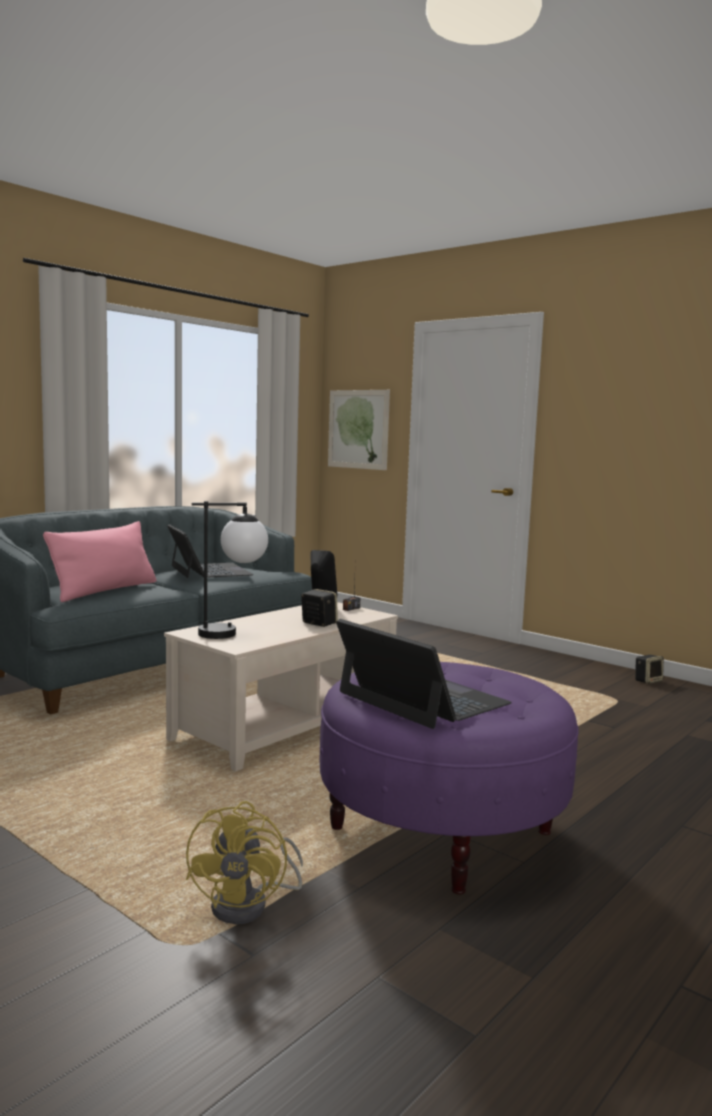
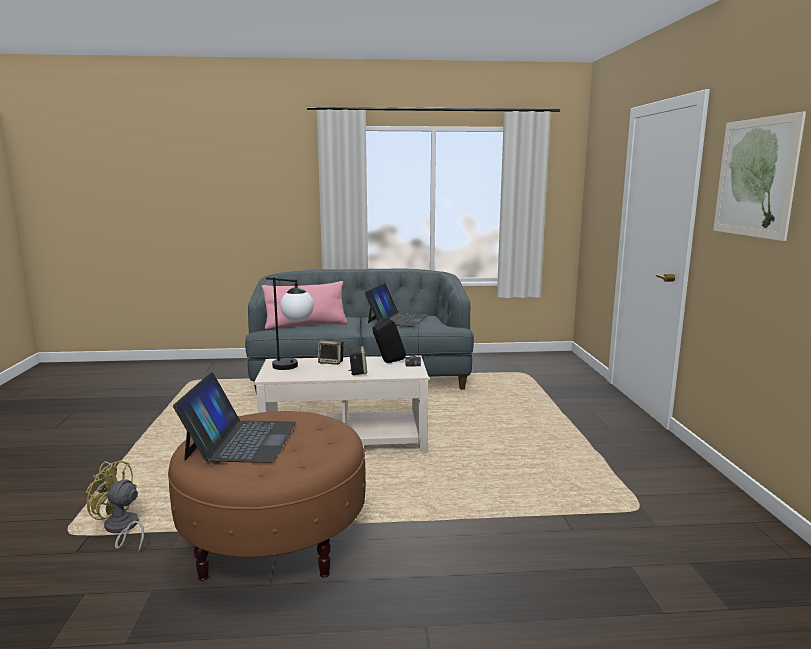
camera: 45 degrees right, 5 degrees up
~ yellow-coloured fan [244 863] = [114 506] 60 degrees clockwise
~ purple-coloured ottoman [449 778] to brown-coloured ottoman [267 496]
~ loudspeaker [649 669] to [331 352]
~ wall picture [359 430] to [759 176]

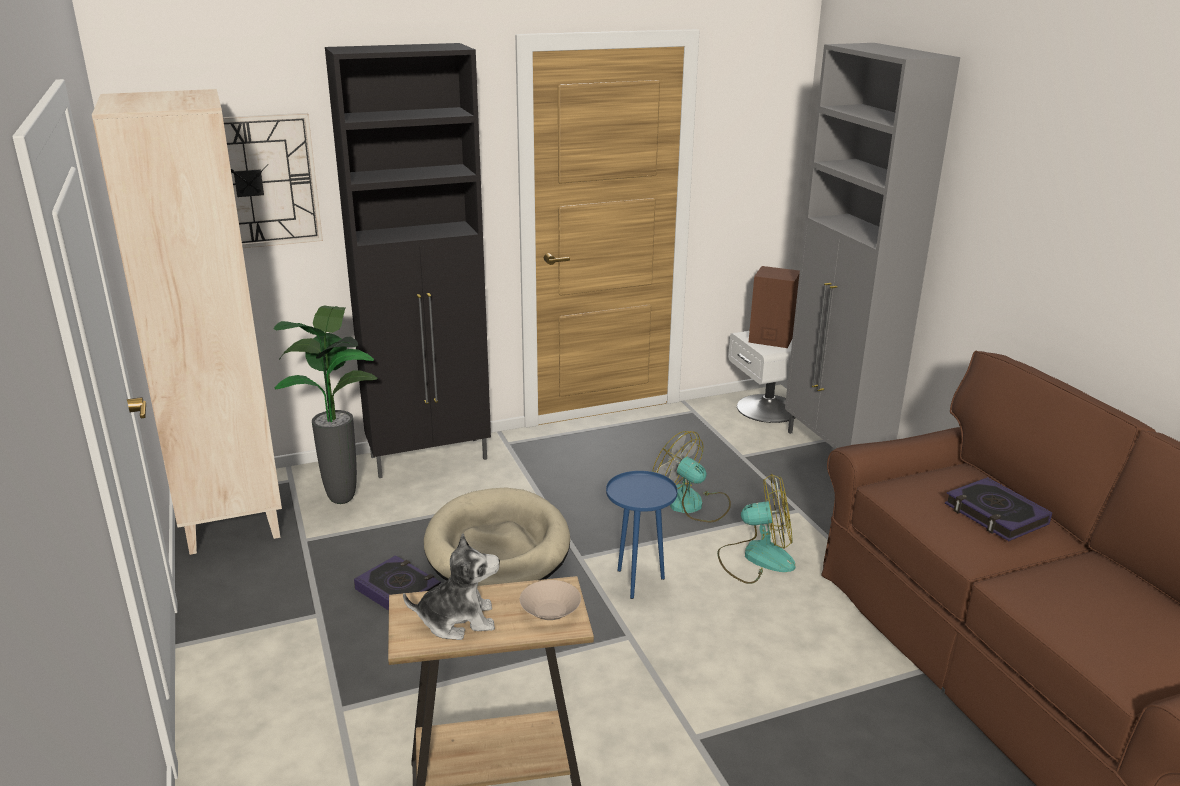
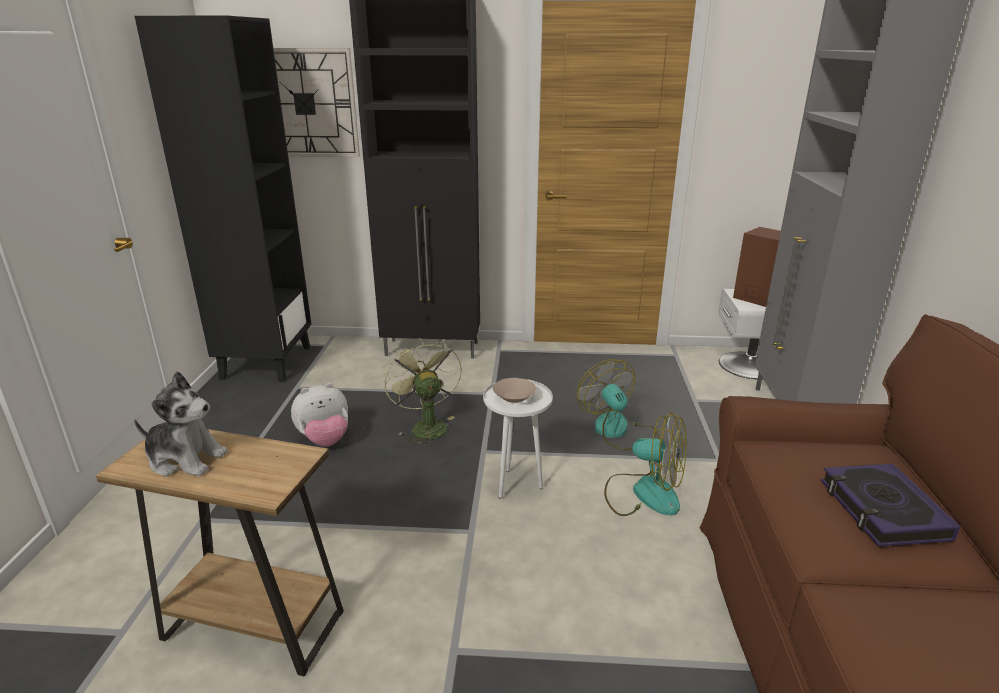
camera: 25 degrees right, 0 degrees up
~ beige-coloured shelving unit [187 322] to black-coloured shelving unit [223 199]
~ bound book [397 583] to cuddly toy [319 415]
~ beige-coloured dog bed [497 537] to greenish fan [422 392]
~ blue-coloured accent table [642 535] to white-coloured accent table [518 439]
~ beige-coloured deep dish [550 600] to [514 390]
- plant in a pot [325 405]

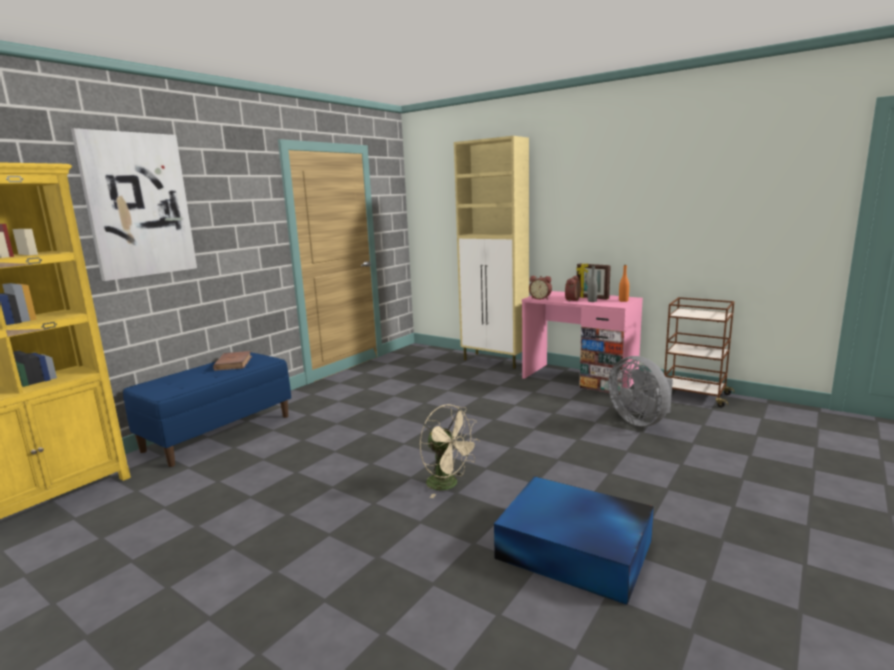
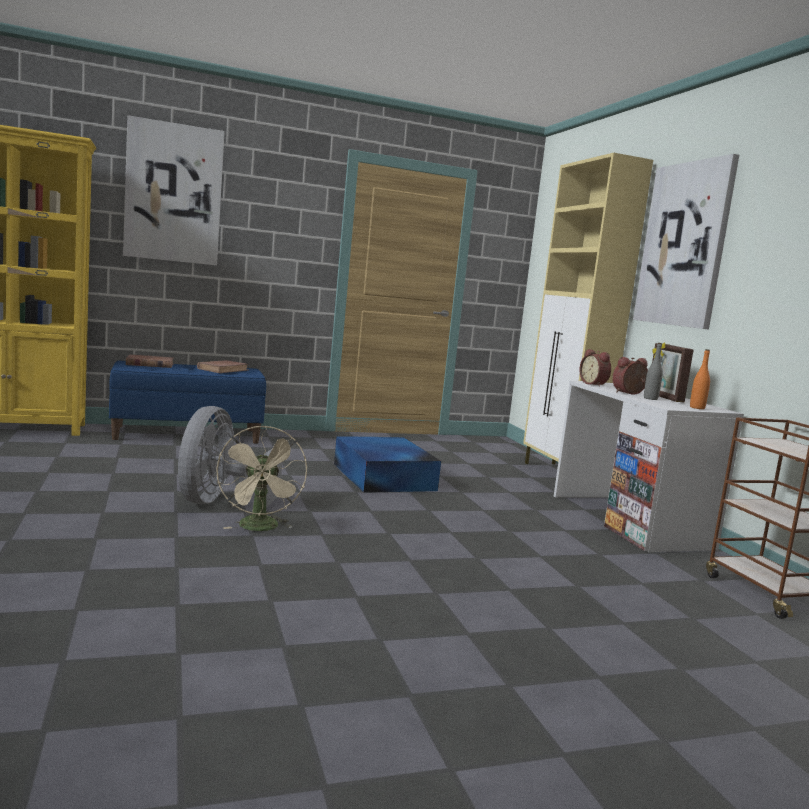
camera: 35 degrees right, 5 degrees down
+ brown-coloured bound book [150 361]
~ grey fan [640 391] to [230 456]
~ blue-coloured storage container [574 540] to [387 464]
~ pinkish desk table [582 342] to white-coloured desk table [649 466]
+ wall picture [686 241]

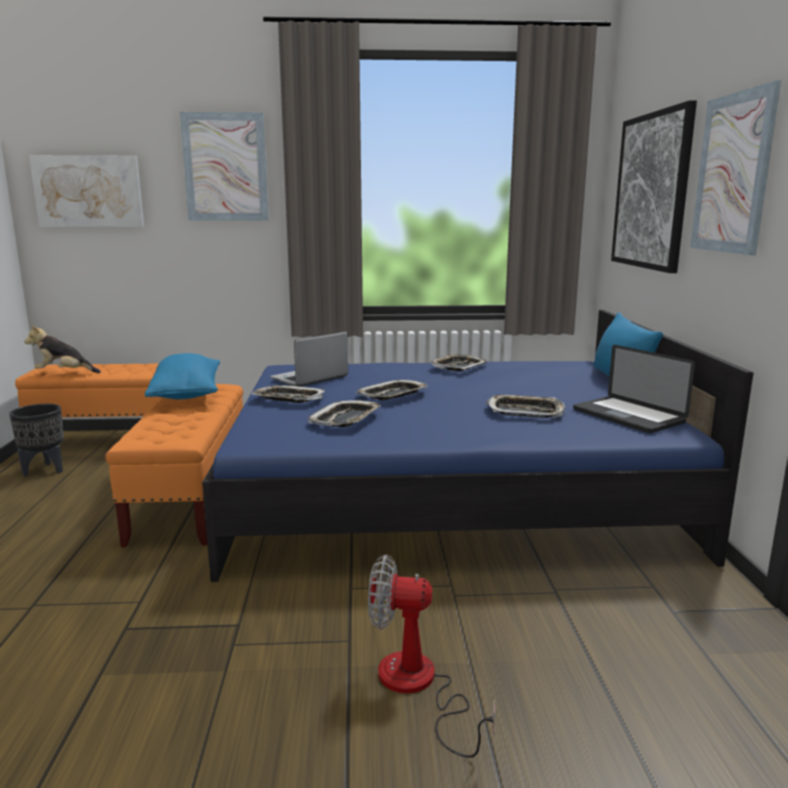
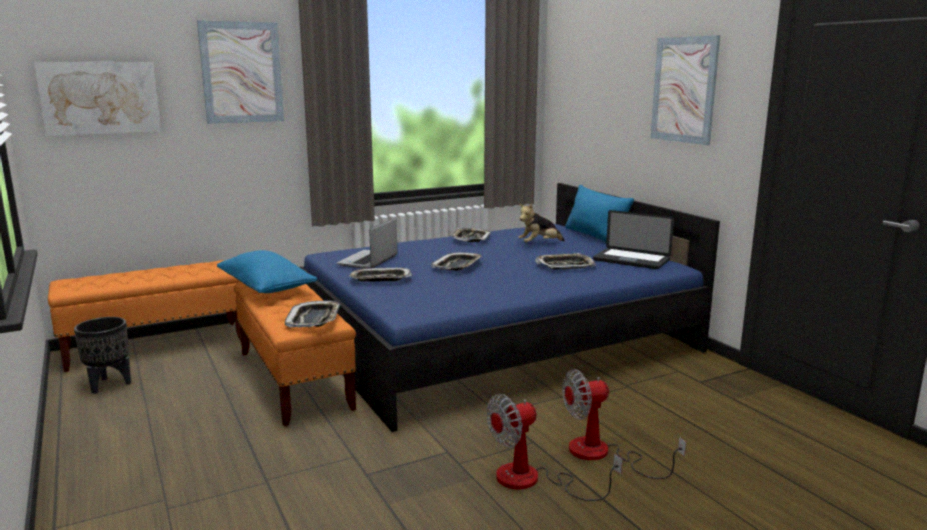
camera: 25 degrees left, 0 degrees up
~ serving tray [344 413] to [313 314]
+ fan [554 447]
~ cuddly toy [62 349] to [541 223]
- wall picture [654 186]

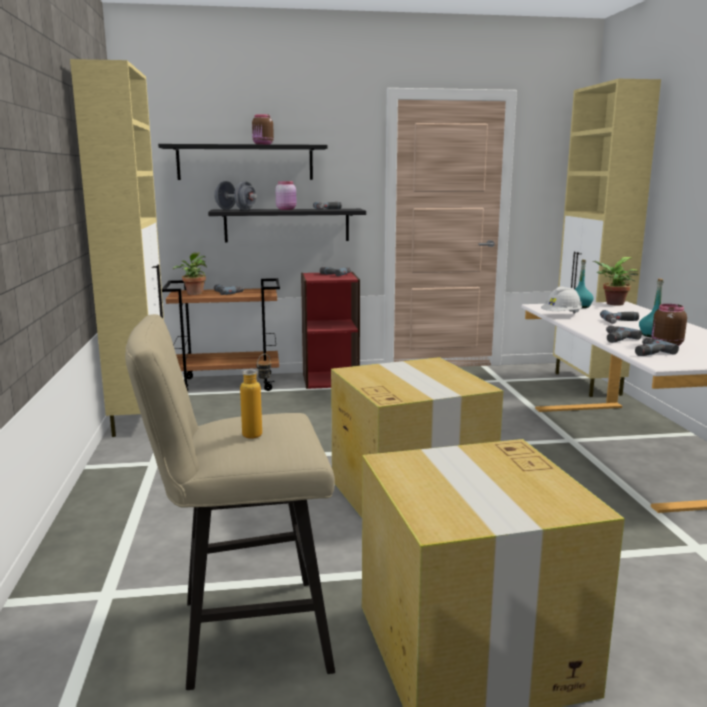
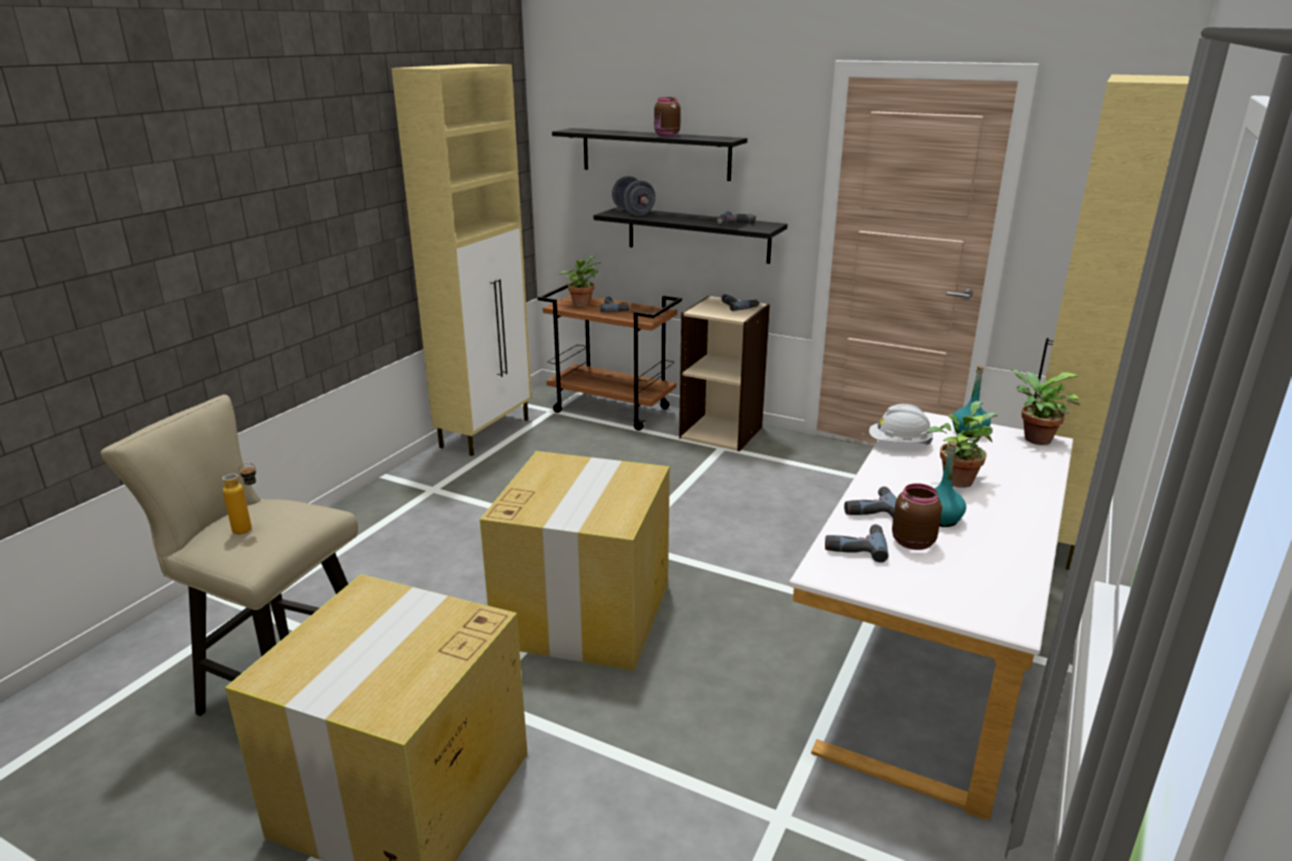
camera: 35 degrees right, 10 degrees up
~ reddish shelving unit [330 330] to beige-coloured shelving unit [724 373]
~ drill [619 317] to plant in a pot [961 444]
- pinkish preserve jar [285 195]

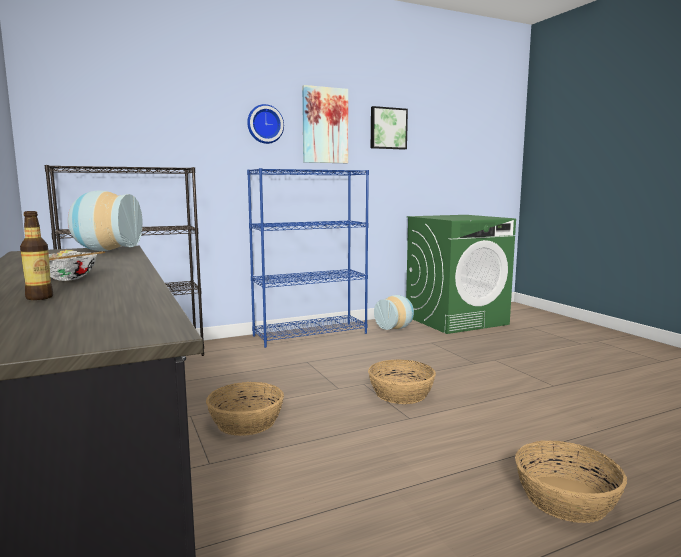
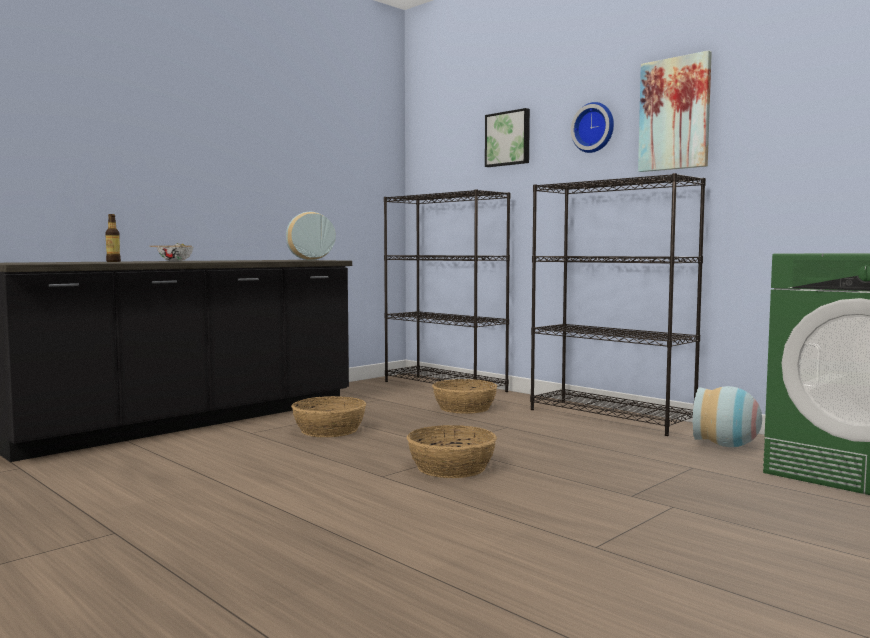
camera: 70 degrees right, 5 degrees down
~ basket [571 481] to [465 396]
~ wall picture [389 128] to [507 137]
~ blue-coloured shelving unit [308 258] to black-coloured shelving unit [618 304]

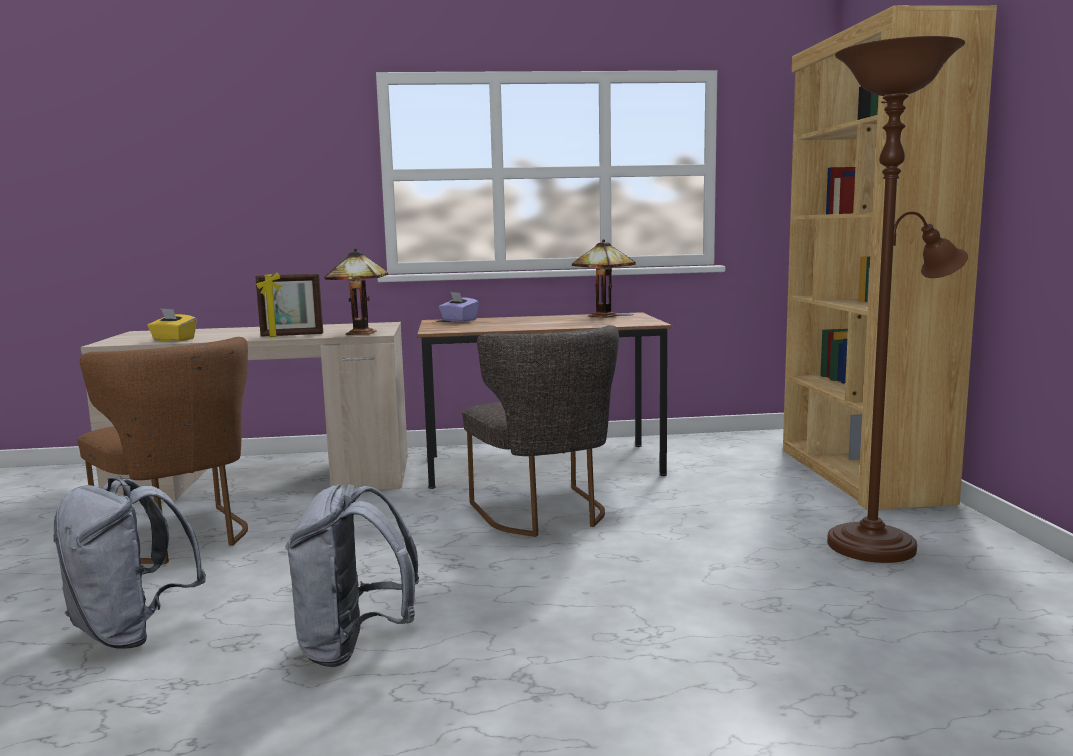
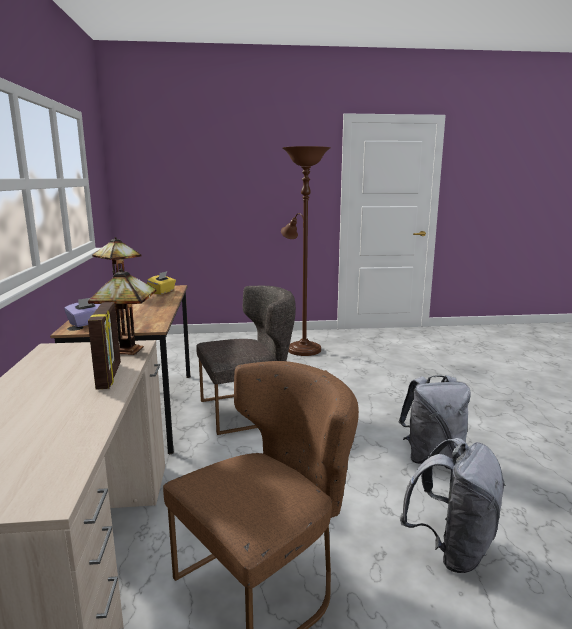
camera: 90 degrees left, 5 degrees up
~ yellow-coloured box of tissues [172 325] to [161 282]
- brown-coloured shelving unit [890 257]

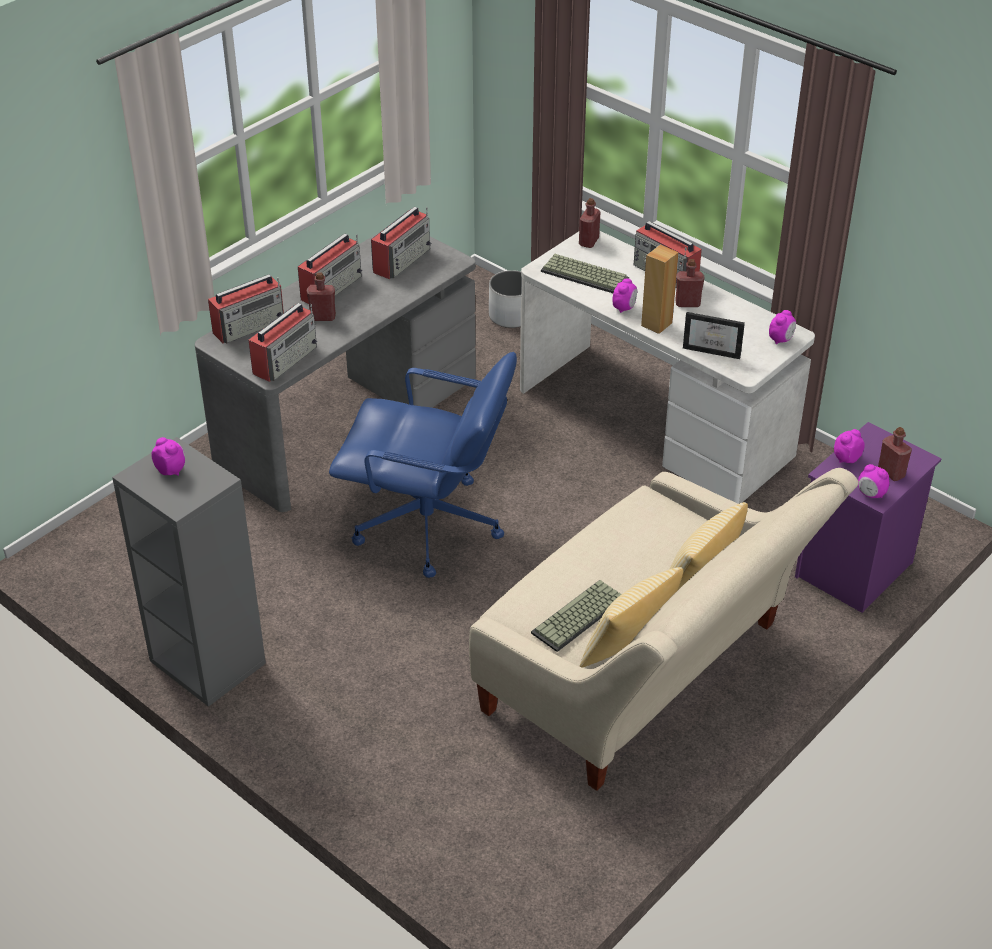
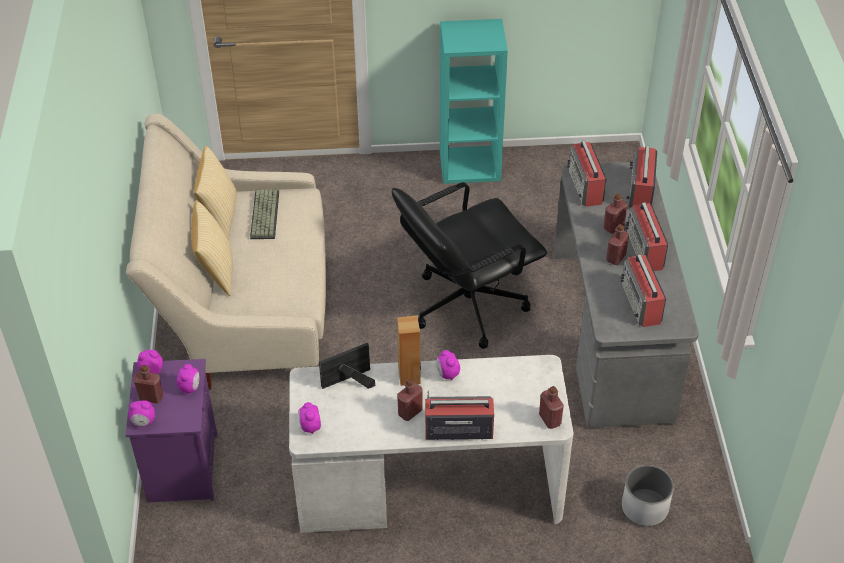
camera: 135 degrees right, 5 degrees up
~ table clock [168 456] to [141 413]
~ blue-coloured desk chair [423 465] to black-coloured desk chair [469 265]
~ grey shelving unit [189 572] to turquoise shelving unit [474 101]
+ reddish bottle [617 244]
- computer keyboard [585 273]

